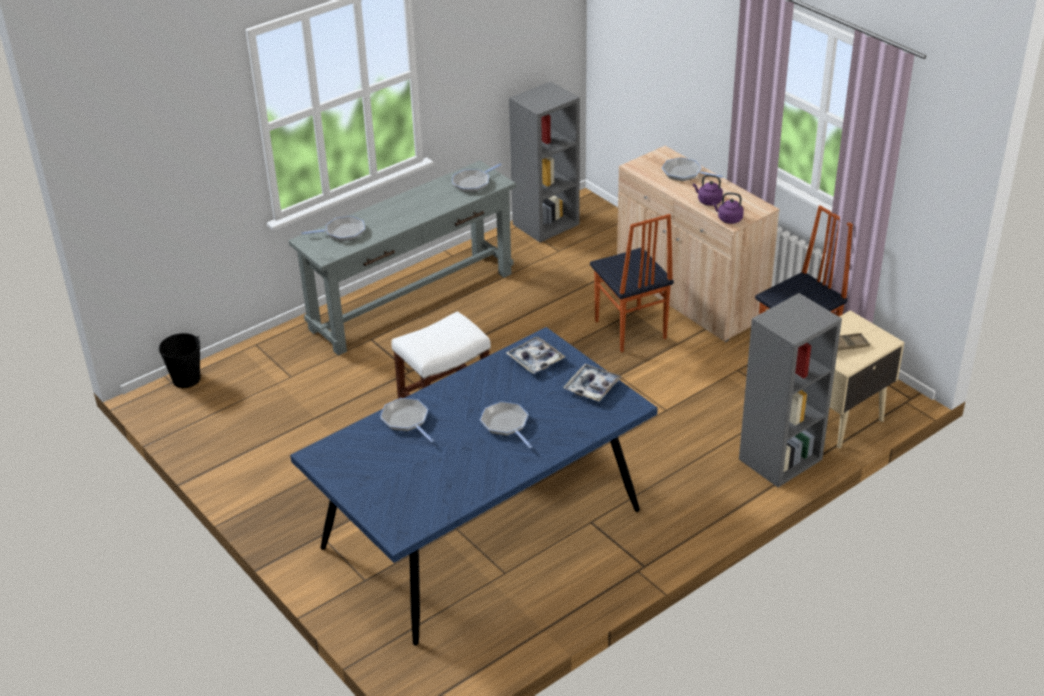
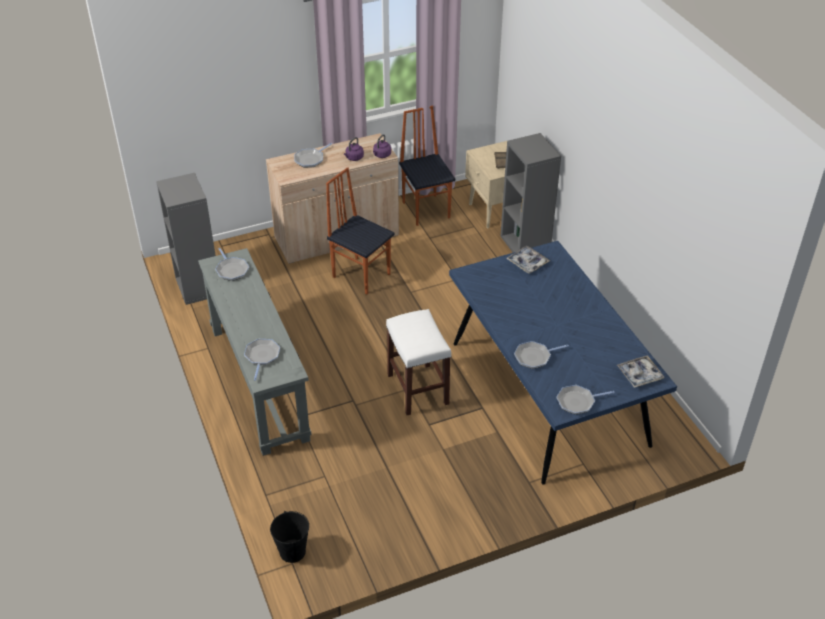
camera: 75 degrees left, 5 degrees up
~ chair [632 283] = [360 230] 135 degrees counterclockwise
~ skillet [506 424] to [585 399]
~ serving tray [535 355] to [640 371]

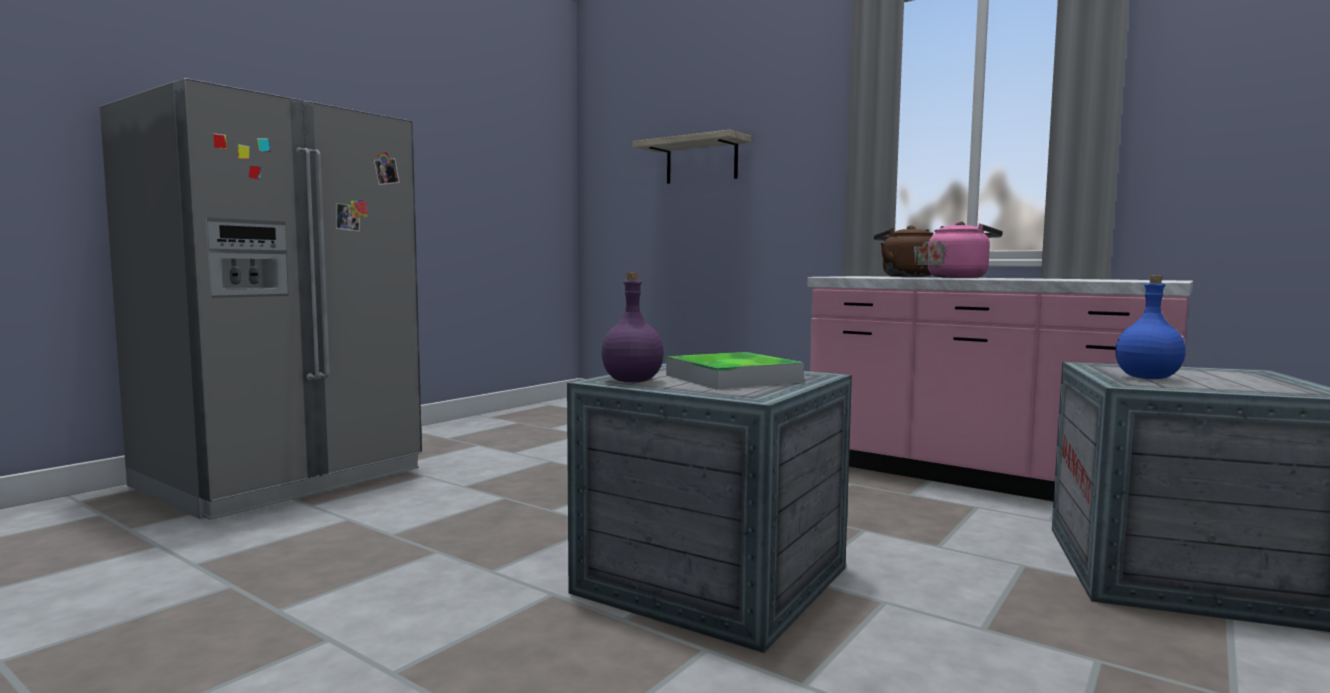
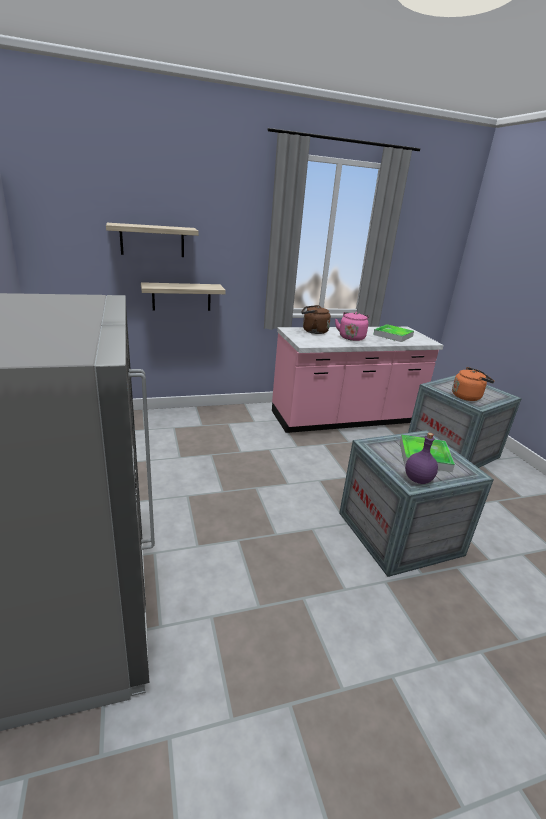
camera: 55 degrees left, 20 degrees up
+ wall shelf [183 296]
+ serving tray [393 333]
~ blue-coloured bottle [1150 327] to orange-coloured kettle [473 384]

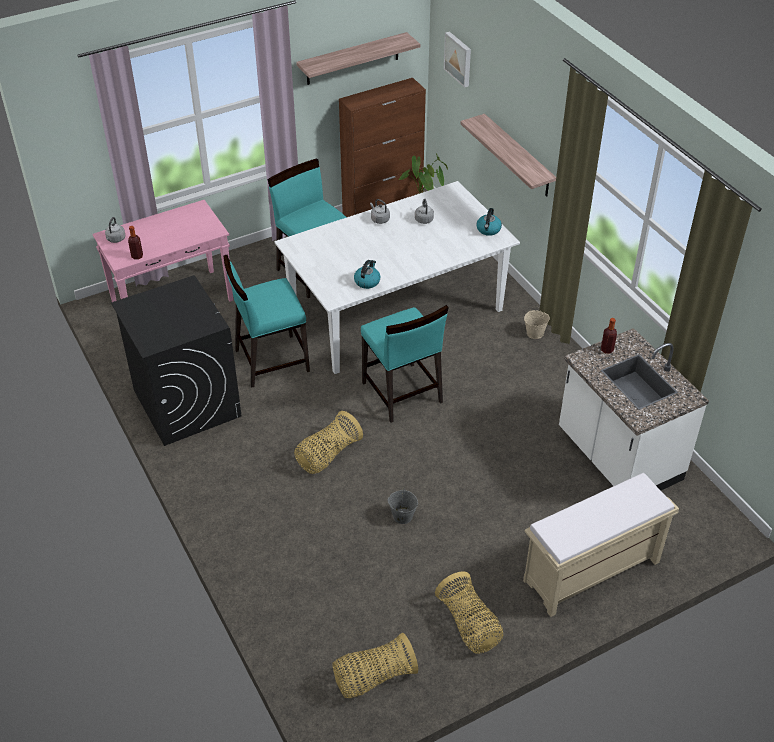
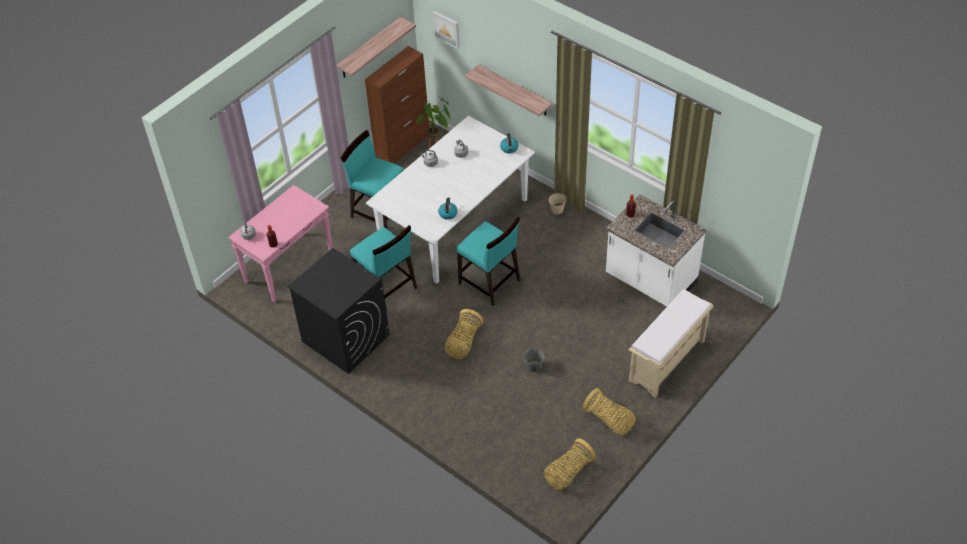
camera: 20 degrees left, 5 degrees up
~ turquoise chair [267 321] = [383 268] 90 degrees counterclockwise

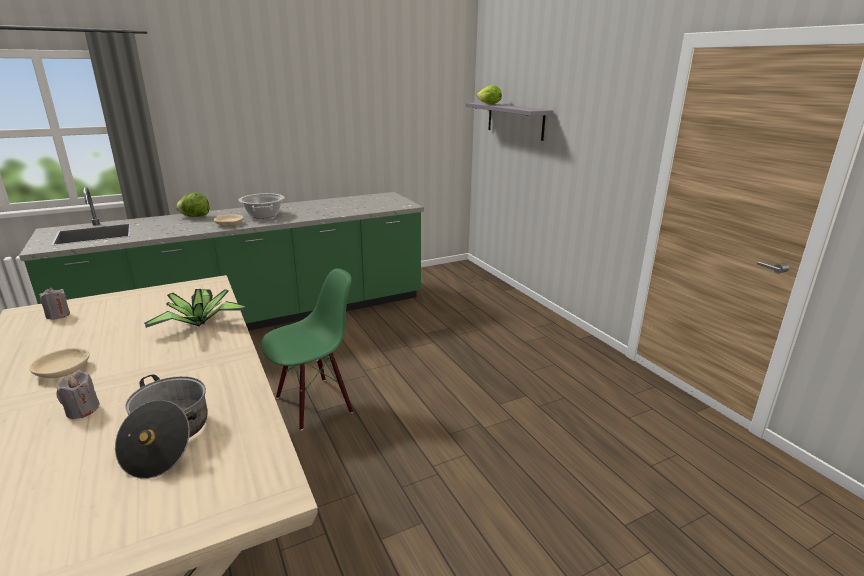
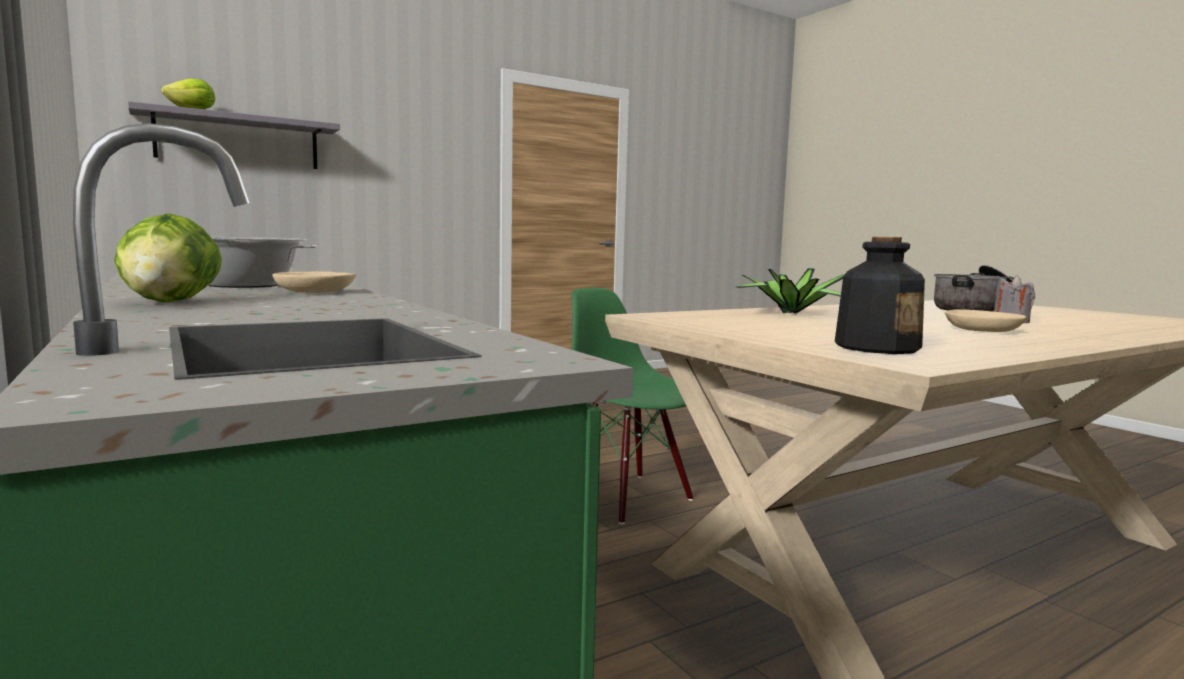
camera: 95 degrees left, 15 degrees down
~ grey wax candle [54 304] to bottle [880 295]

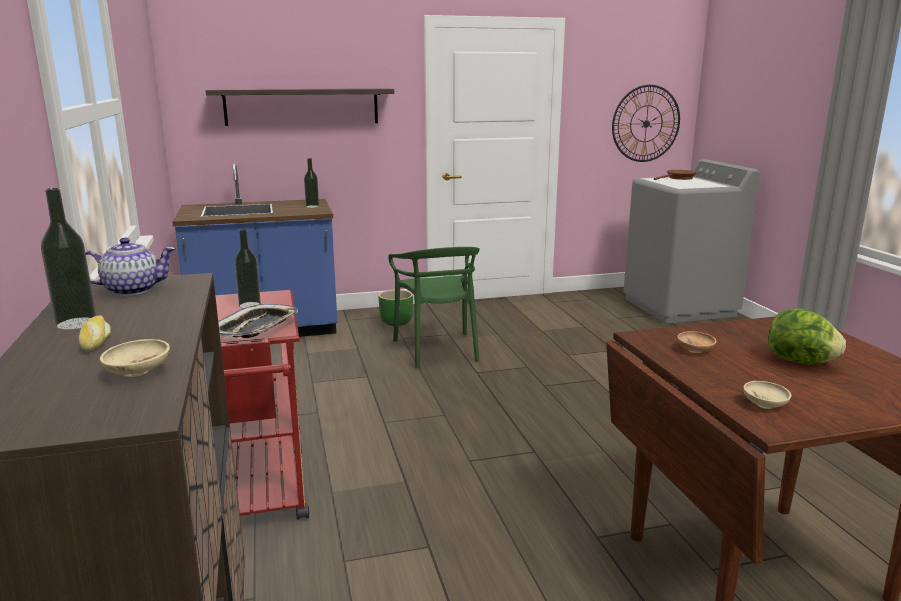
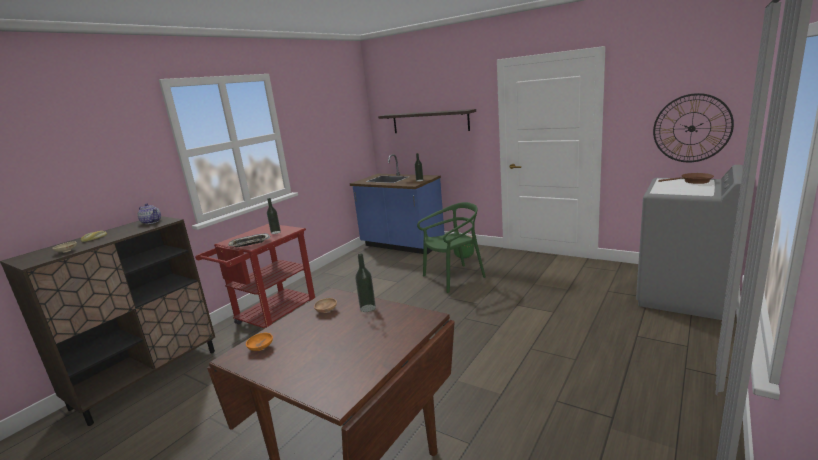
camera: 50 degrees right, 0 degrees up
~ beige-coloured deep dish [767 395] to orange-coloured deep dish [259 342]
~ bottle [68 259] to [365 283]
~ greenish chair [434 307] = [451 247] 150 degrees counterclockwise
- head of lettuce [807 336]

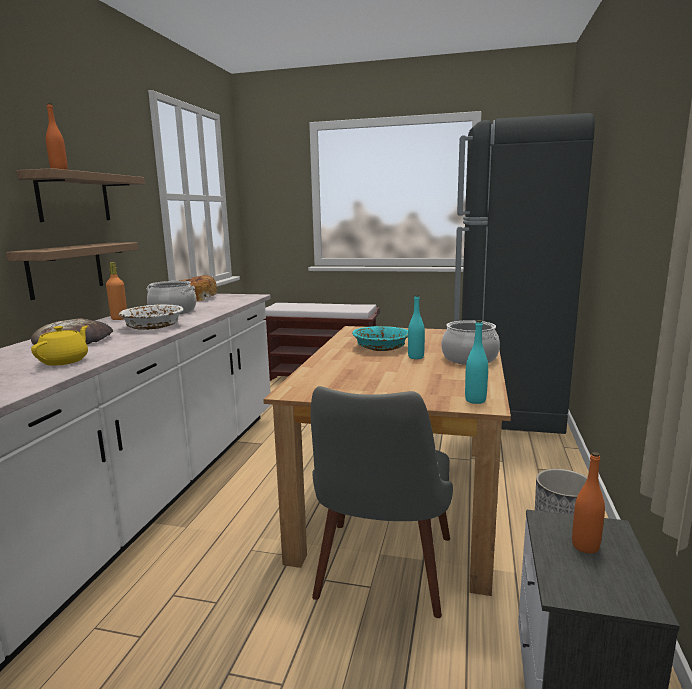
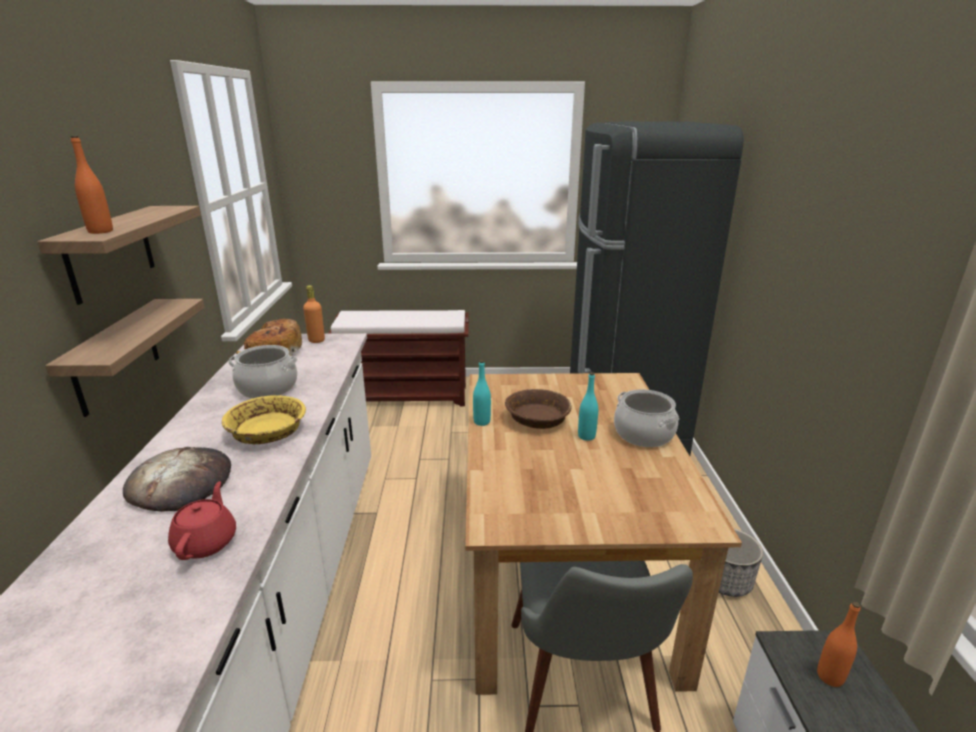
camera: 15 degrees left, 10 degrees up
~ yellow-coloured tea pot [59 345] to reddish tea pot [202 520]
~ white-coloured deep dish [151 317] to yellow-coloured deep dish [264 419]
~ orange-coloured bottle [116 291] to [314 314]
~ turquoise bottle [476 362] to [482 393]
~ turquoise deep dish [380 338] to brown-coloured deep dish [538 409]

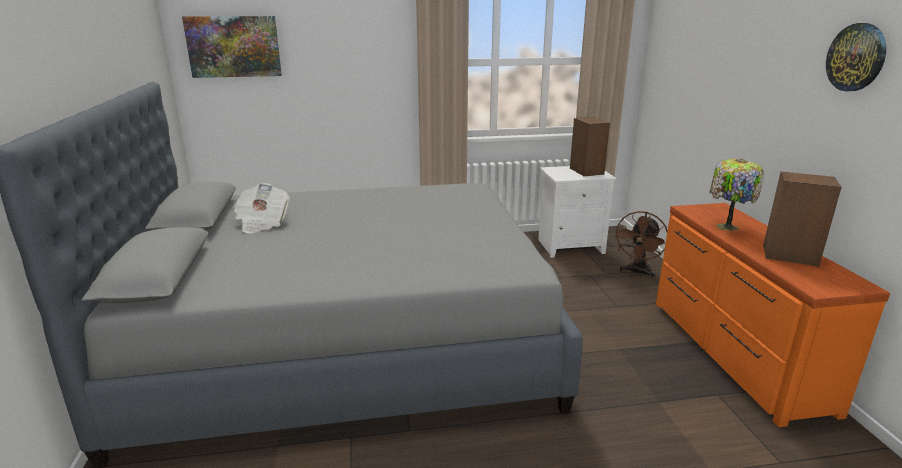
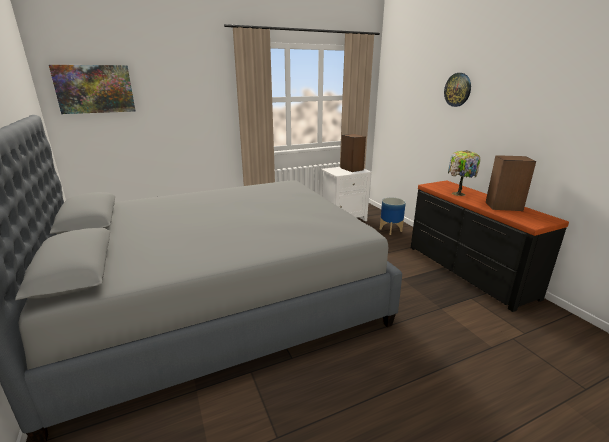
camera: 15 degrees left, 0 degrees up
~ brown-coloured fan [641 244] to flower pot [393 216]
~ orange-coloured dresser [773 315] to black-coloured dresser [490 246]
~ wall clock [856 57] to [457 90]
- daily paper [261 208]

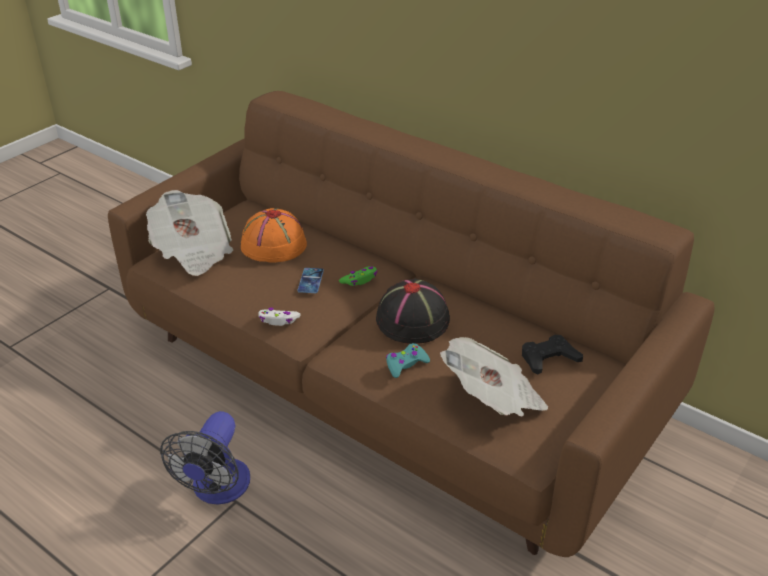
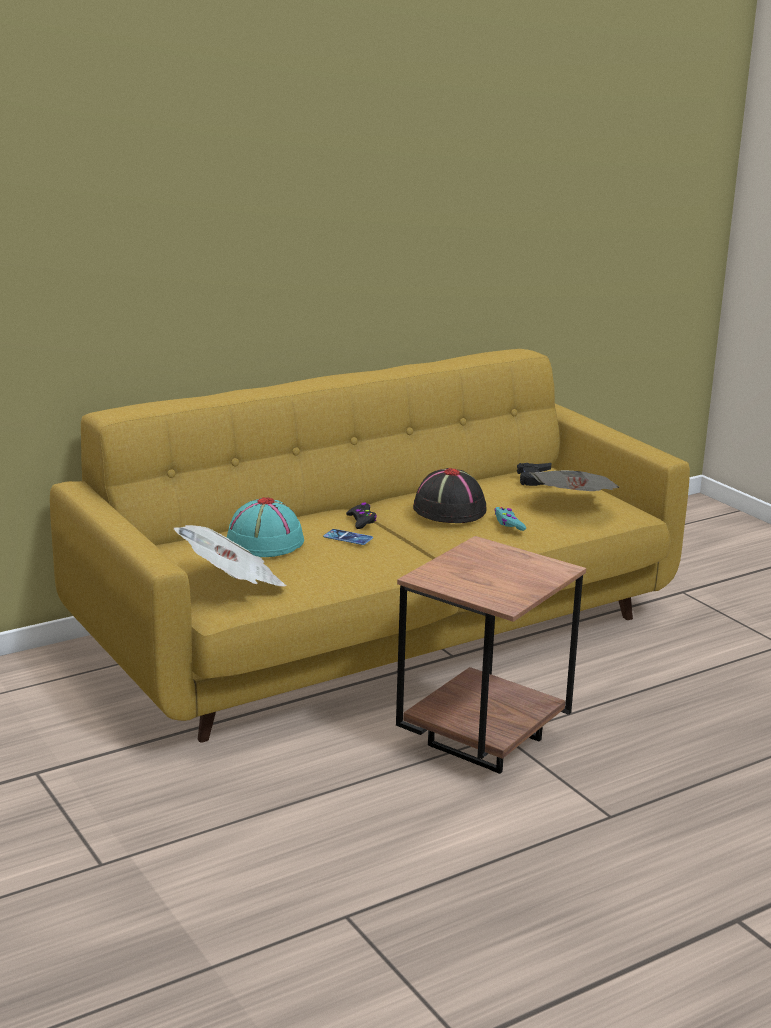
camera: 70 degrees left, 15 degrees down
~ brown-coloured settee [411 324] to yellow-coloured settee [370 546]
~ orange-coloured hat [274 235] to turquoise hat [265 527]
~ greenish game controller [358 276] to black-coloured game controller [361 515]
~ fan [205 458] to brown-coloured accent table [491 655]
- white-coloured game controller [279 317]

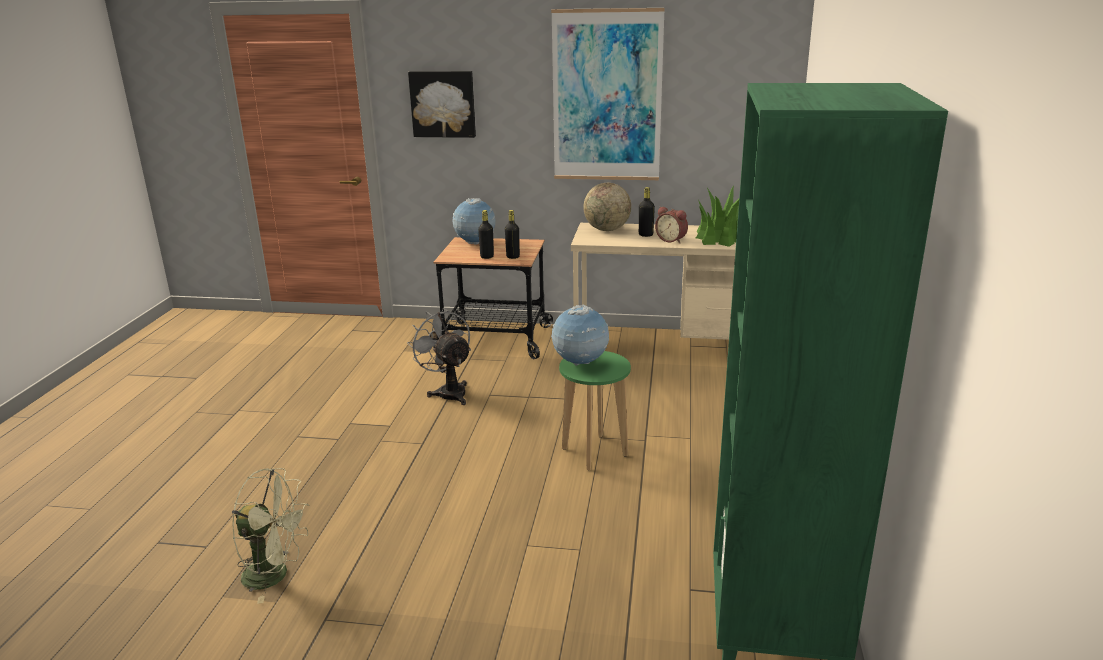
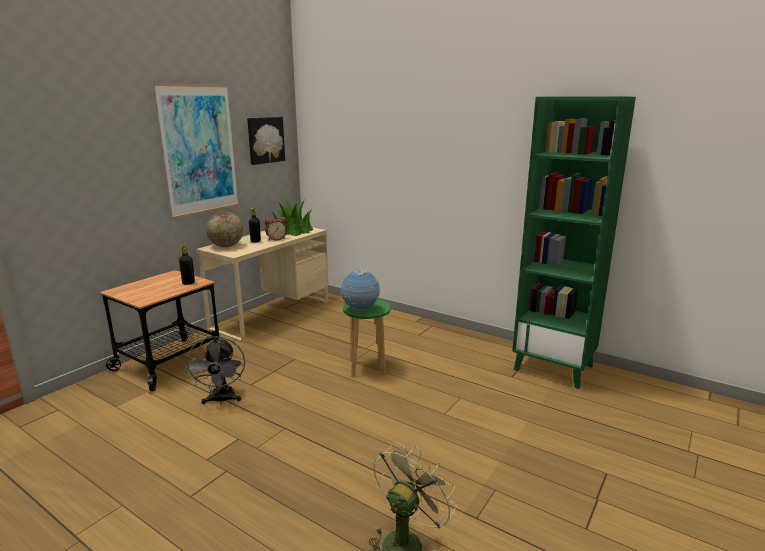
camera: 65 degrees left, 5 degrees down
~ grey fan [439 356] = [215 370] 90 degrees counterclockwise
~ wall picture [442 104] to [266 141]
- world globe [474 221]
- black-coloured bottle [486 234]

